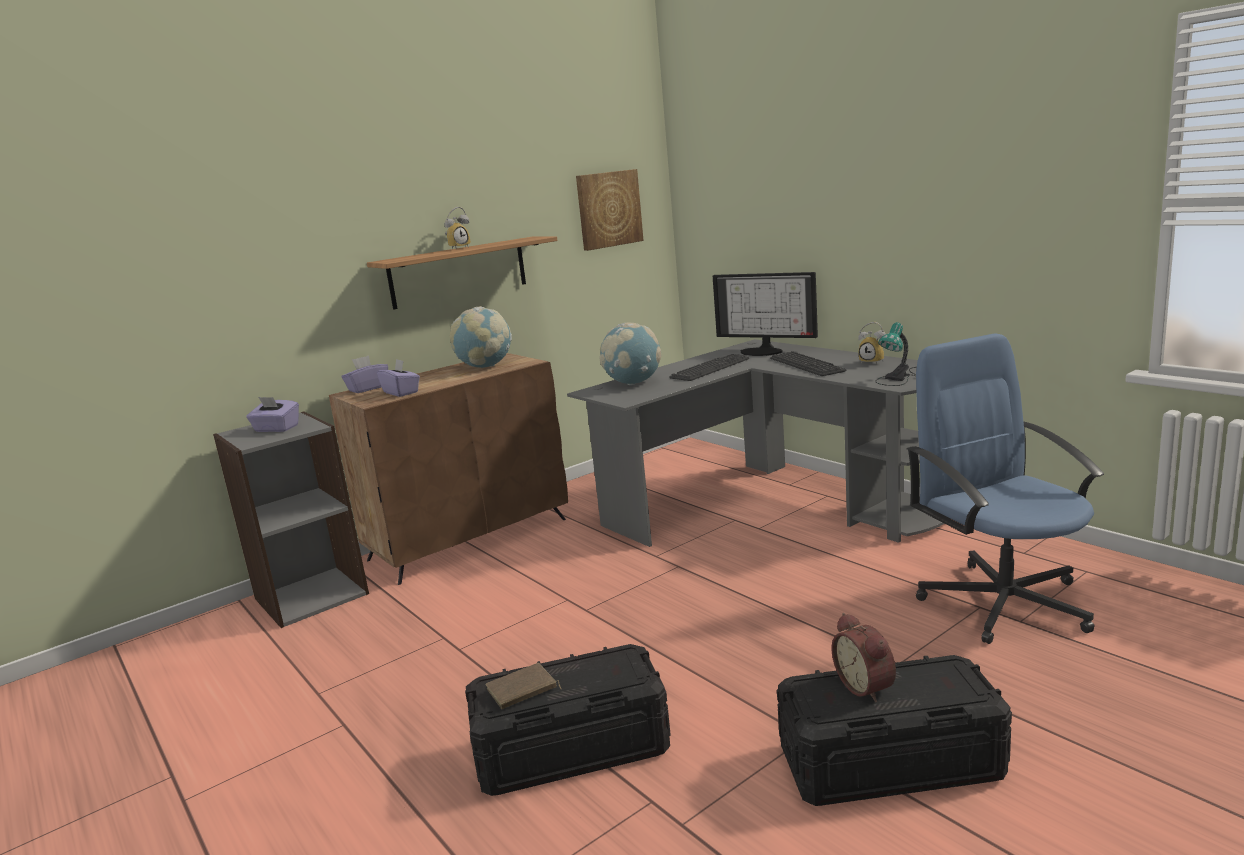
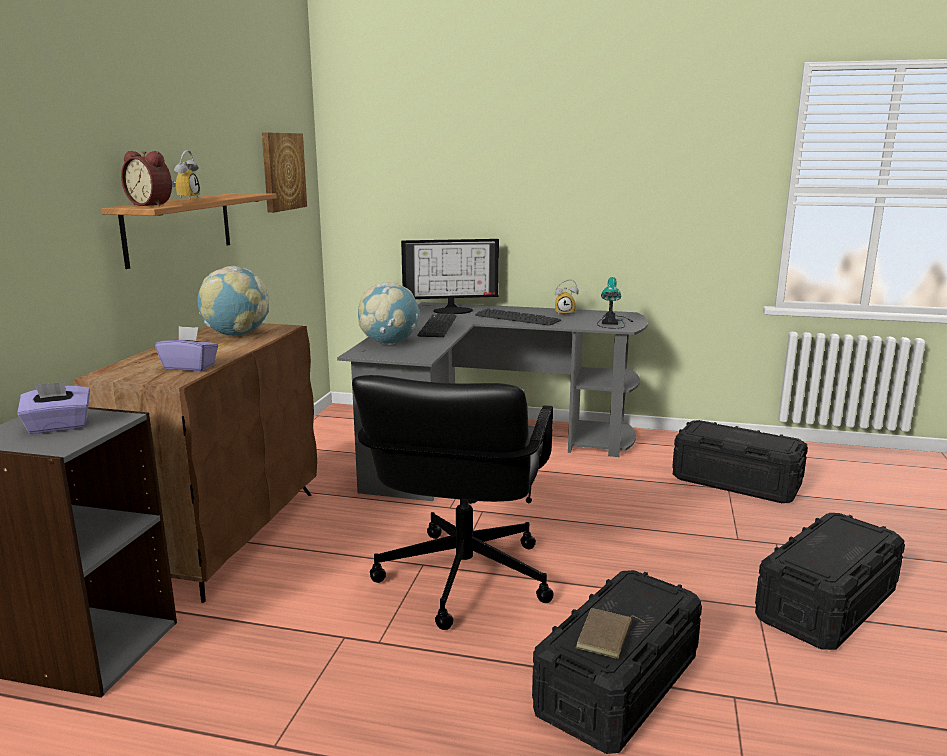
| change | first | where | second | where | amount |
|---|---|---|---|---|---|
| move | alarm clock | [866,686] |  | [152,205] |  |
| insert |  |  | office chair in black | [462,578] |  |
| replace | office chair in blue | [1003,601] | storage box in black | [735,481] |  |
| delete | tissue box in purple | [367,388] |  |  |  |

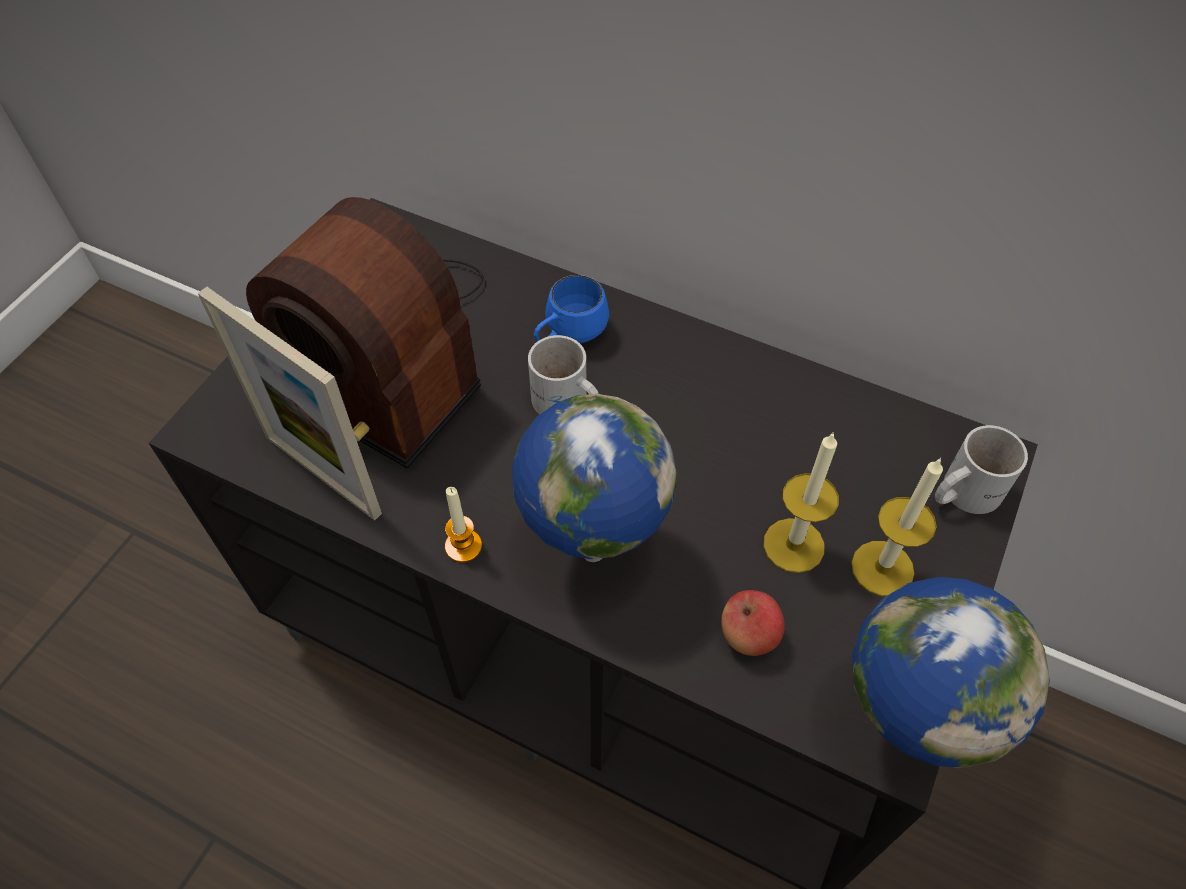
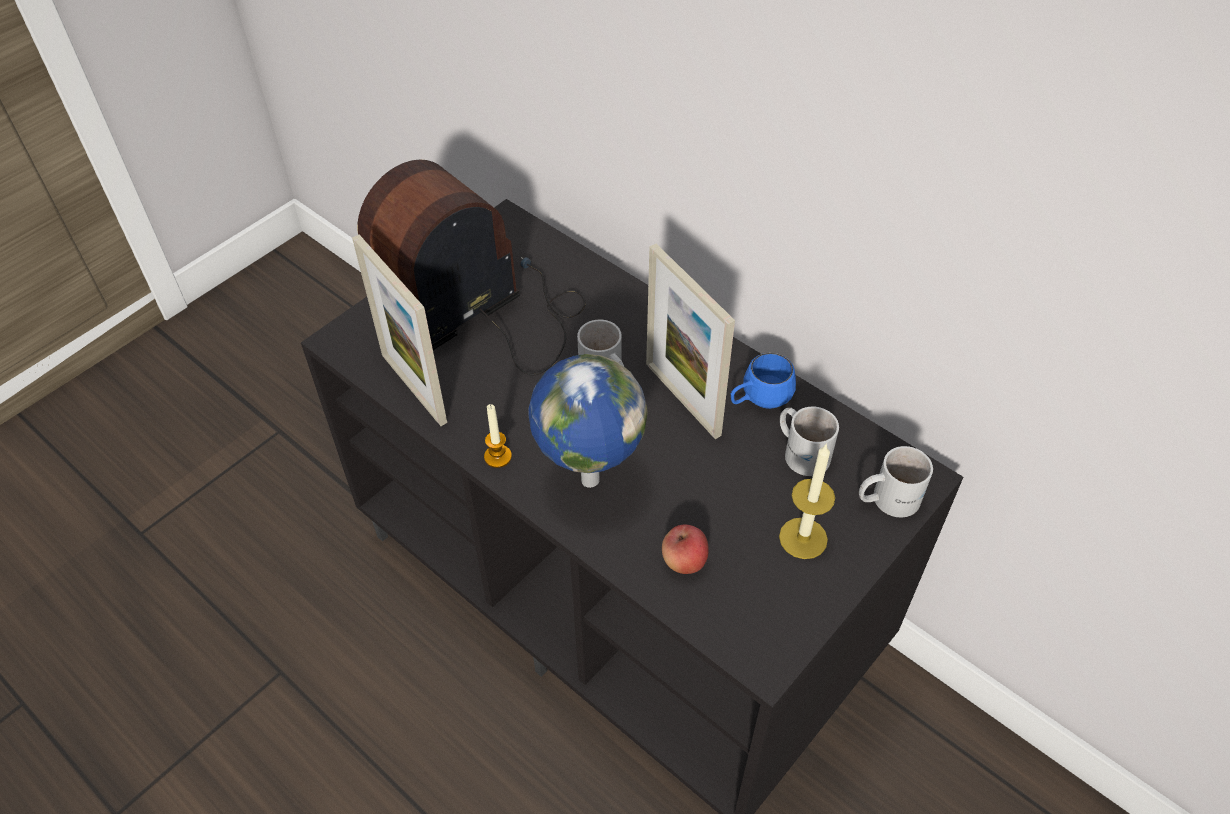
| change | first | where | second | where | amount |
|---|---|---|---|---|---|
| rotate | radio | [384,352] |  | [482,312] | 90 degrees clockwise |
| insert |  |  | picture frame | [682,399] |  |
| move | mug in blue | [568,335] |  | [759,400] |  |
| insert |  |  | mug in white | [802,450] |  |
| delete | candle | [793,545] |  |  |  |
| delete | globe | [901,725] |  |  |  |

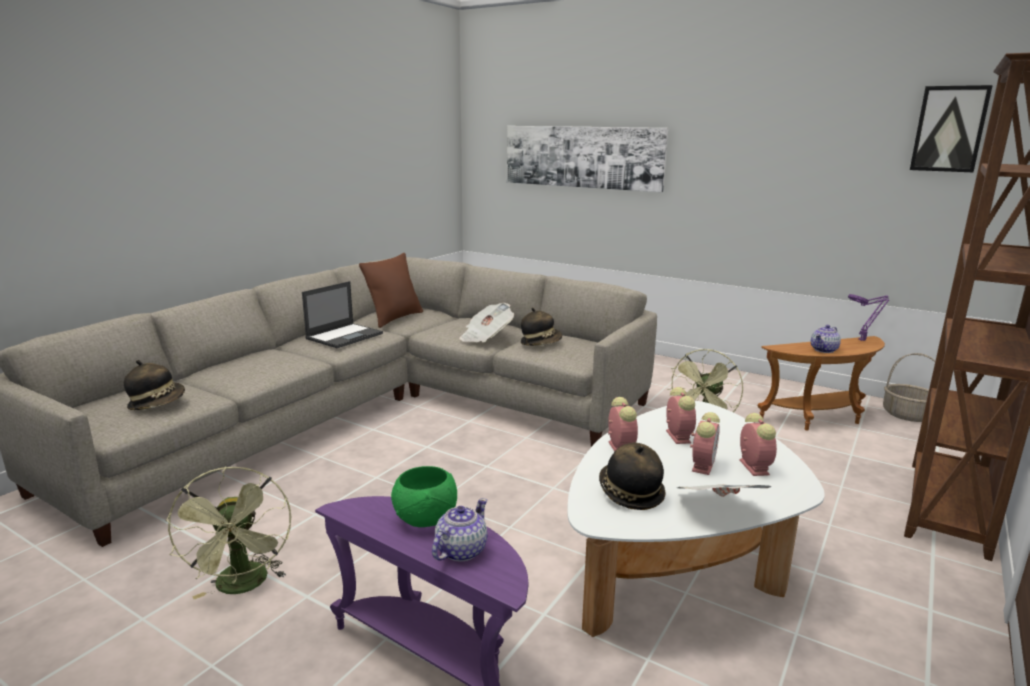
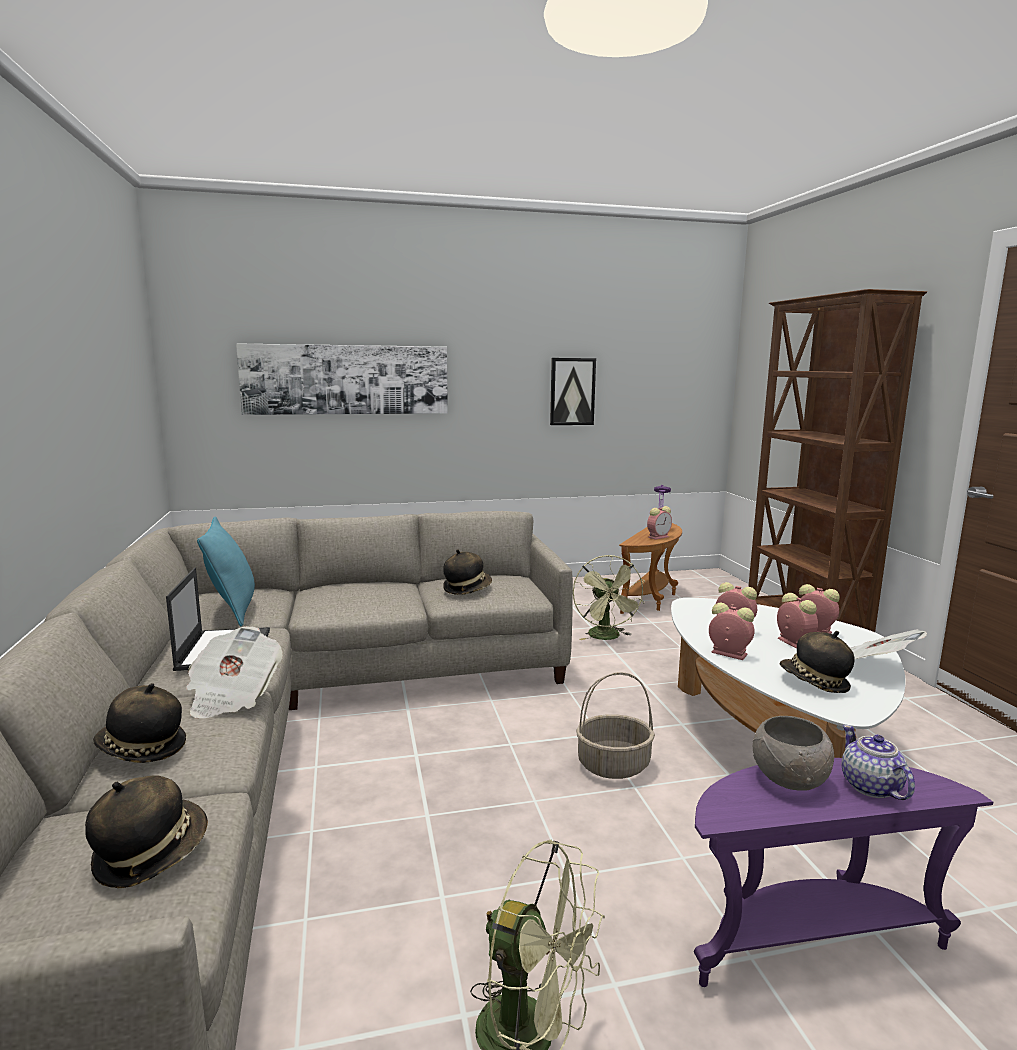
| change | first | where | second | where | amount |
|---|---|---|---|---|---|
| insert |  |  | hat | [141,750] |  |
| move | newspaper | [486,337] |  | [233,695] |  |
| recolor | pillow in brown | [394,318] | pillow in turquoise | [233,610] |  |
| move | picture | [949,129] |  | [572,391] |  |
| move | basket | [907,415] |  | [613,766] |  |
| replace | teapot | [824,350] | alarm clock | [658,537] |  |
| recolor | bowl in green | [426,518] | bowl in grey | [789,779] |  |

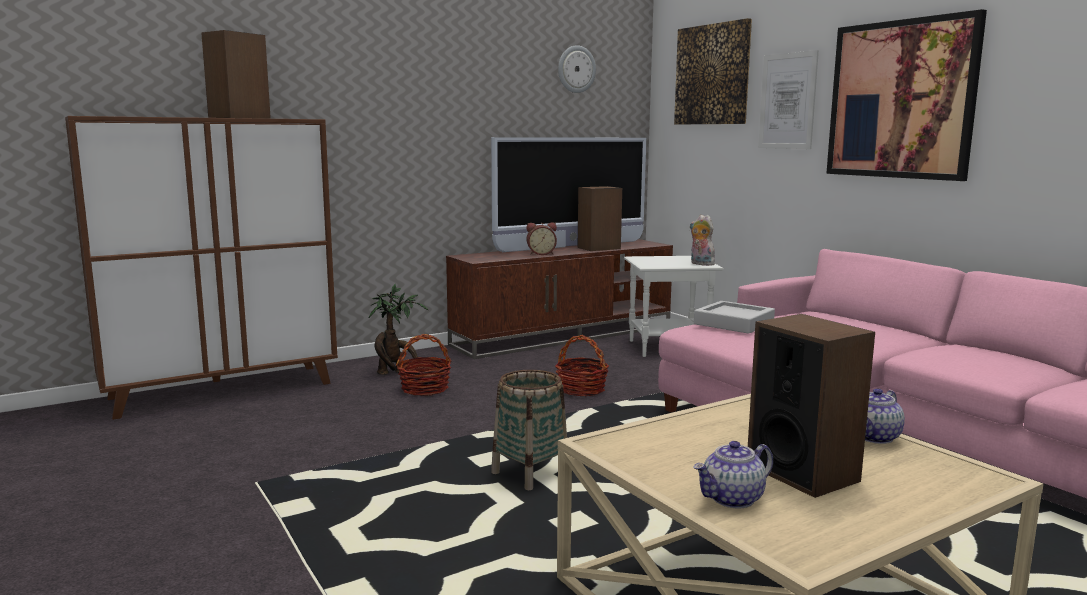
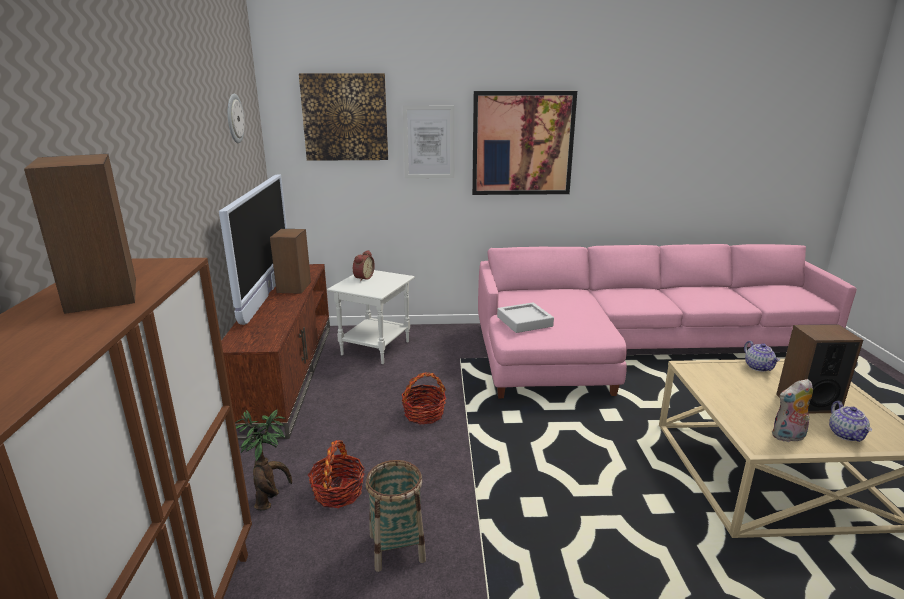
| change | first | where | second | where | amount |
|---|---|---|---|---|---|
| move | alarm clock | [541,254] |  | [362,278] |  |
| move | basket | [530,474] |  | [397,547] |  |
| move | plush toy | [700,264] |  | [788,437] |  |

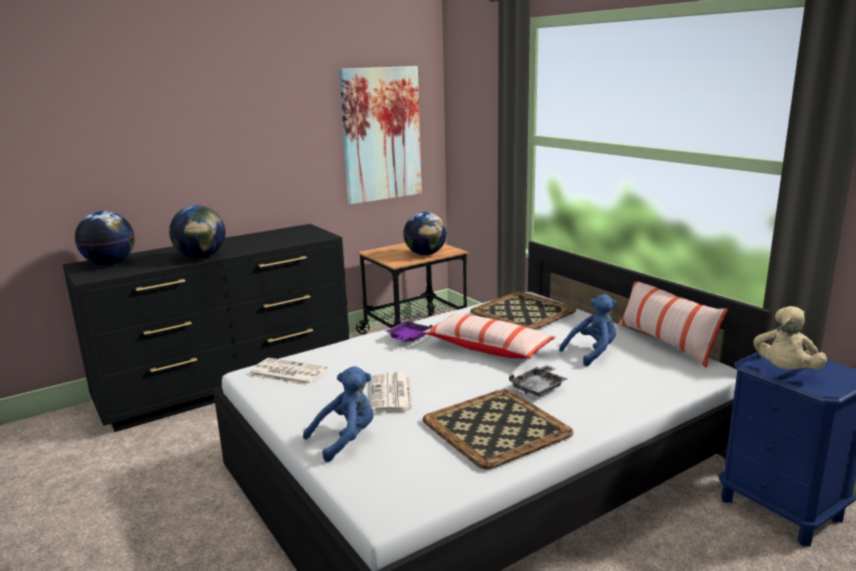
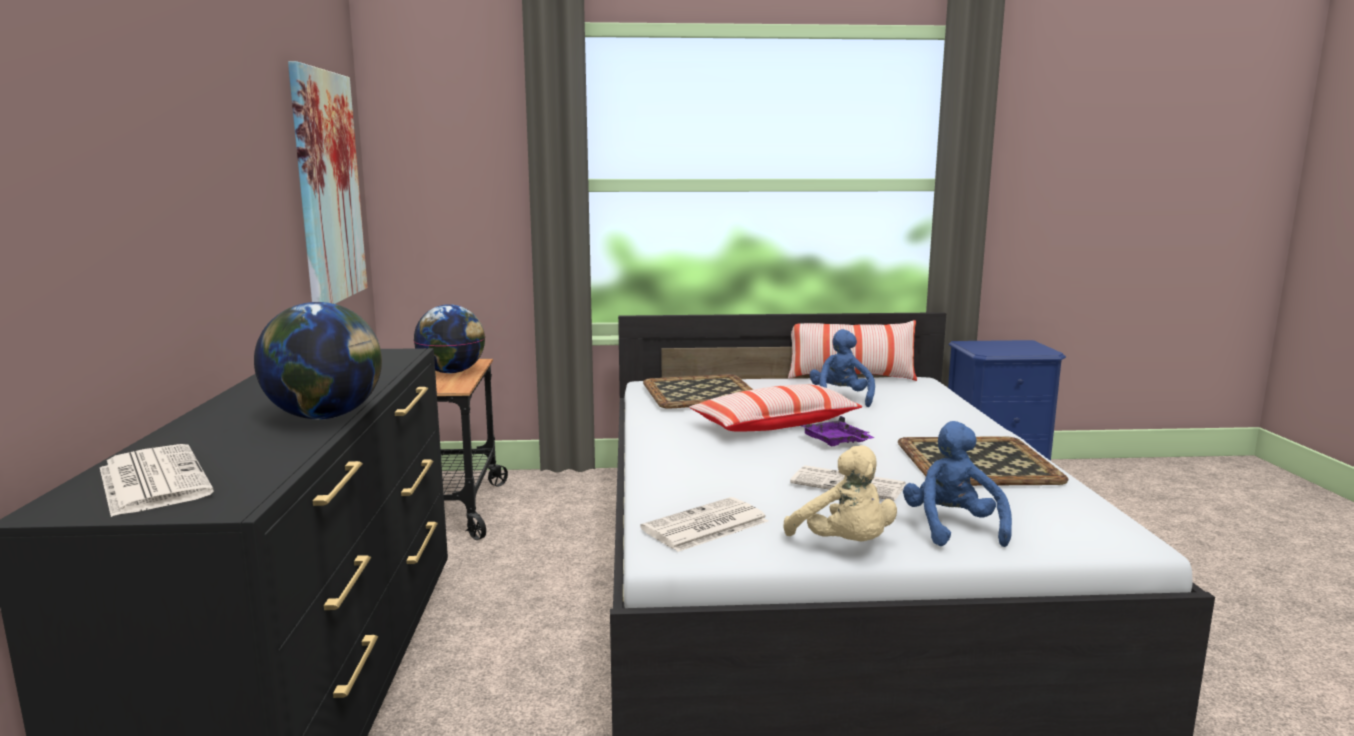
| change | first | where | second | where | amount |
|---|---|---|---|---|---|
| replace | globe | [110,264] | newspaper | [152,481] |  |
| move | plush toy in beige | [785,372] |  | [844,545] |  |
| move | tray in purple | [408,338] |  | [836,442] |  |
| delete | tray in grey | [539,388] |  |  |  |

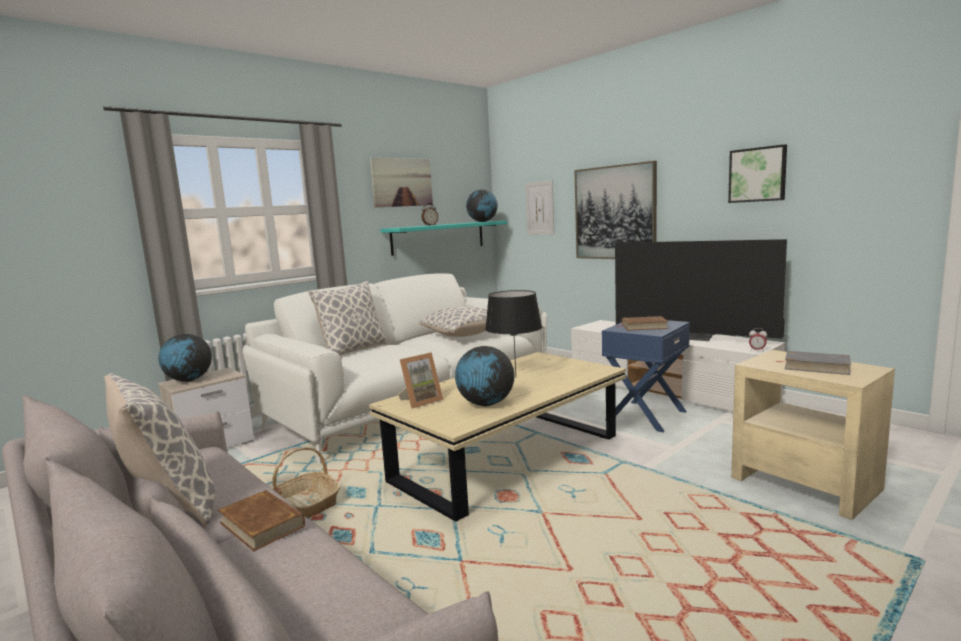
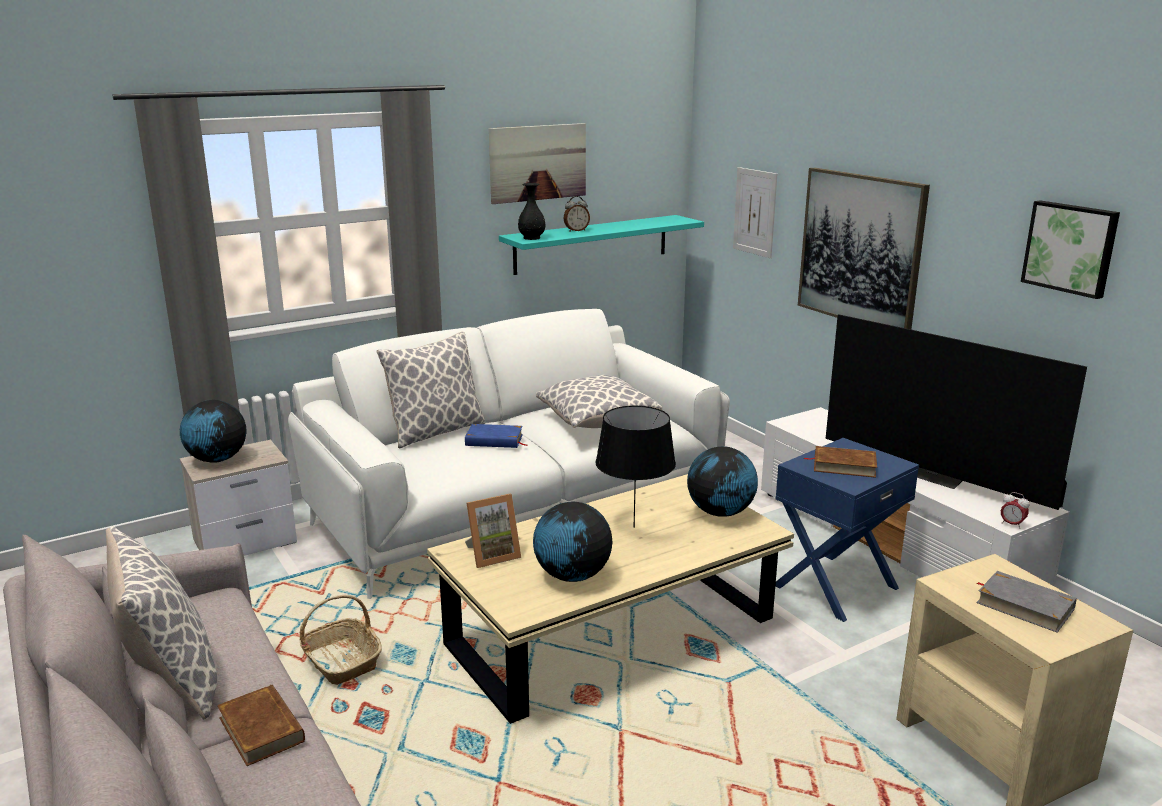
| change | first | where | second | where | amount |
|---|---|---|---|---|---|
| insert |  |  | book in blue | [494,440] |  |
| insert |  |  | vase in black | [532,238] |  |
| move | globe | [482,221] |  | [720,513] |  |

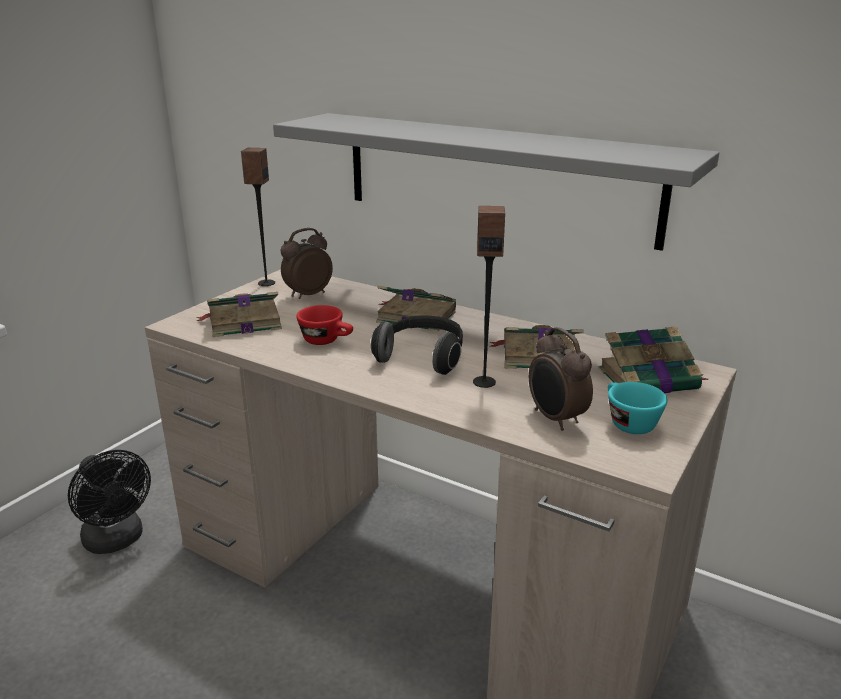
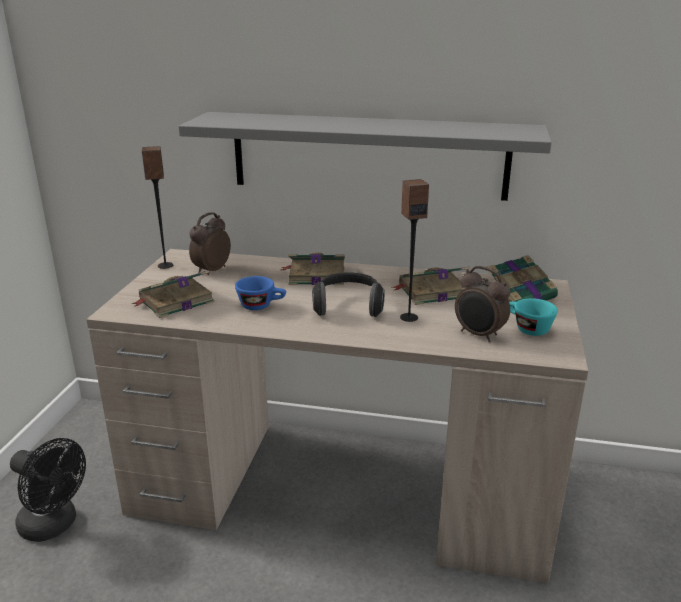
| change | first | where | second | where | amount |
|---|---|---|---|---|---|
| recolor | cup in red | [327,341] | cup in blue | [261,306] |  |

